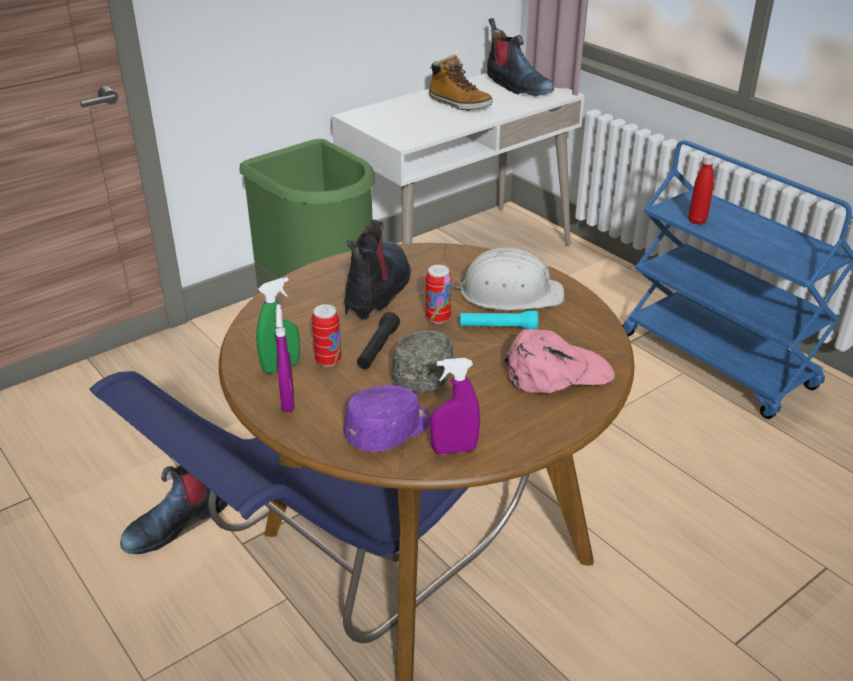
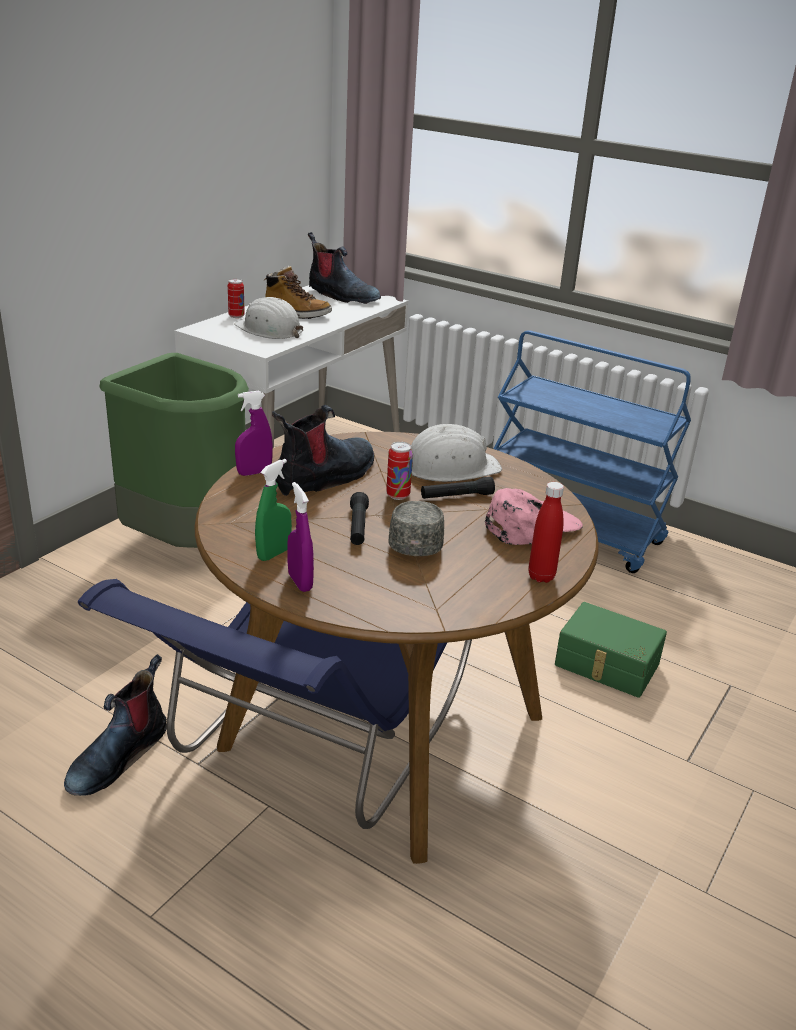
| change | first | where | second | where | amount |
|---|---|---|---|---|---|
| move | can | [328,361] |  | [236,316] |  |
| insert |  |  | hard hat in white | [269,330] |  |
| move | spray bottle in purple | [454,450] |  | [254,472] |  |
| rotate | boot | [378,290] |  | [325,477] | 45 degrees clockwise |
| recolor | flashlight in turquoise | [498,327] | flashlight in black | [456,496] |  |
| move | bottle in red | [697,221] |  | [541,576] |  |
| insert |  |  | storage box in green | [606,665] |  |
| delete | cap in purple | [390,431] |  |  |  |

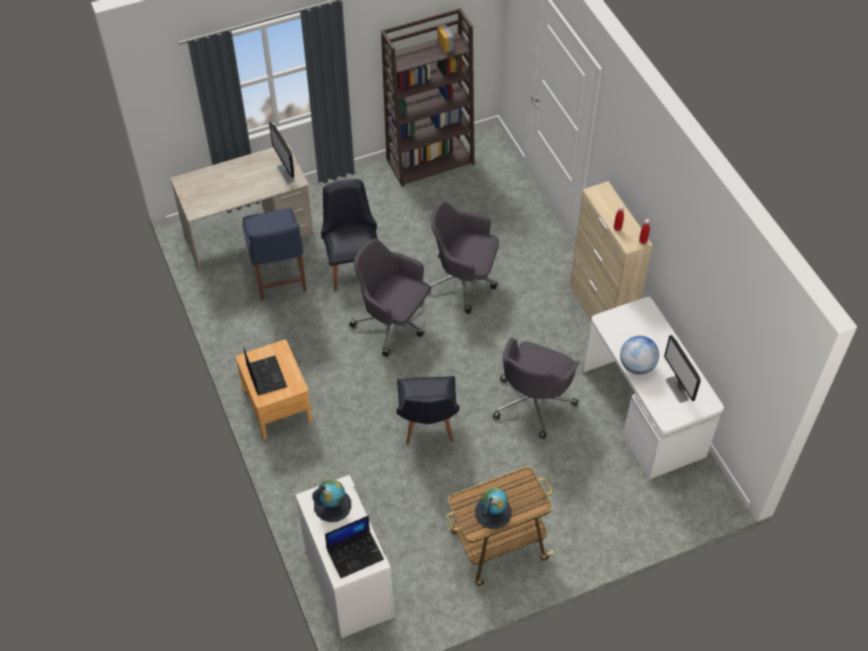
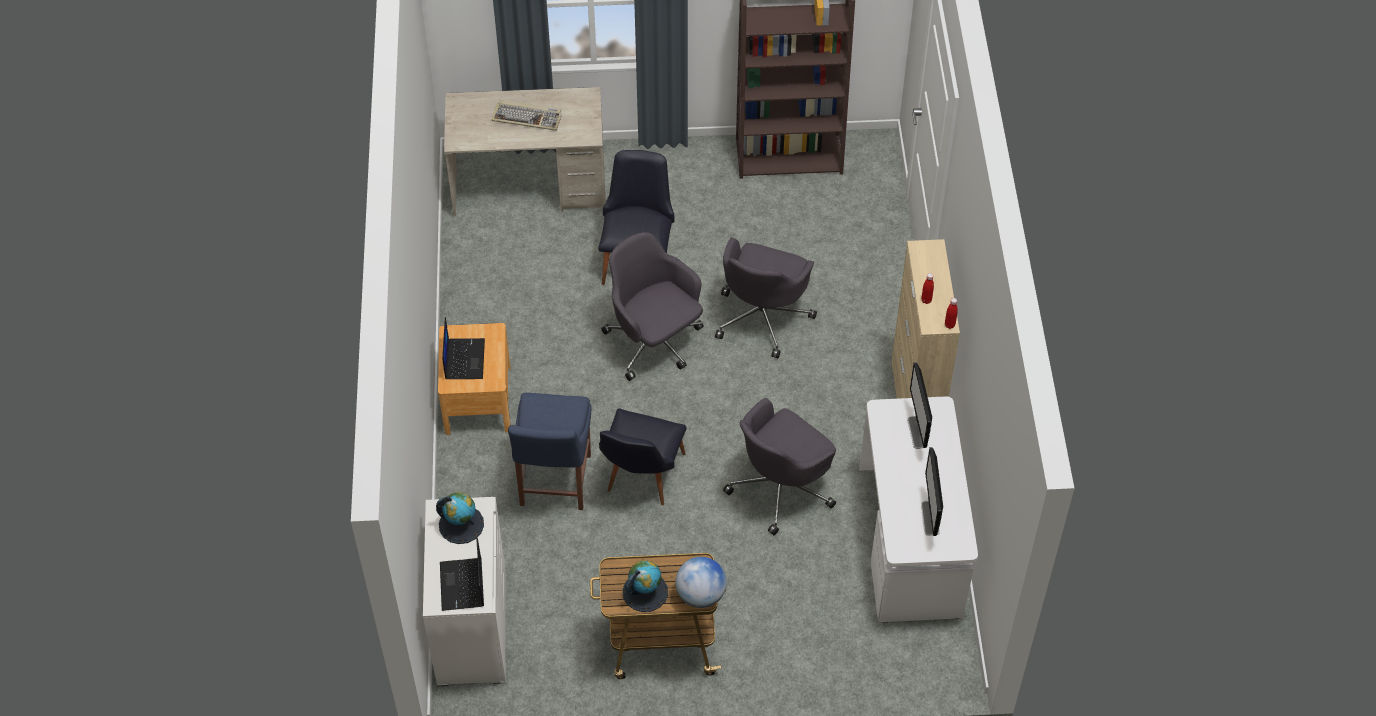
| change | first | where | second | where | amount |
|---|---|---|---|---|---|
| rotate | laptop | [355,553] |  | [463,585] | 90 degrees clockwise |
| insert |  |  | keyboard | [528,117] |  |
| move | chair in blue | [279,280] |  | [554,483] |  |
| move | globe | [637,366] |  | [700,595] |  |
| rotate | office chair in grey | [463,281] |  | [763,317] | 105 degrees counterclockwise |
| move | monitor | [286,173] |  | [917,432] |  |

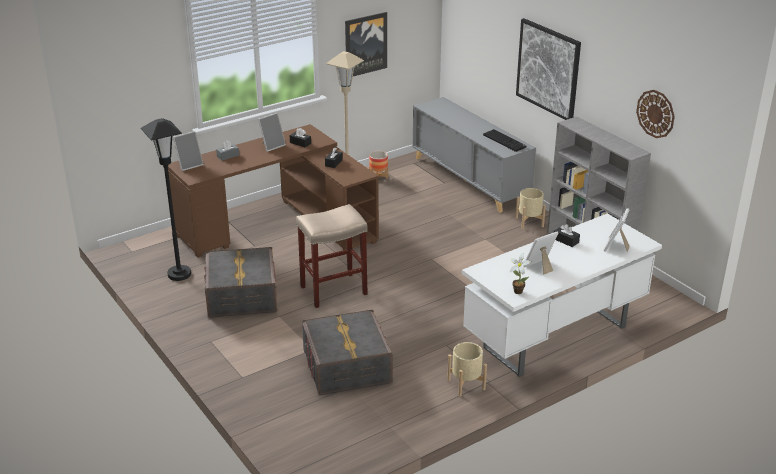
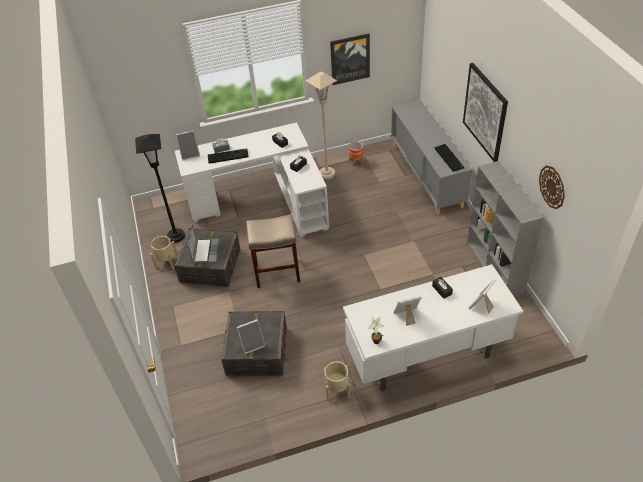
| change | first | where | second | where | amount |
|---|---|---|---|---|---|
| move | planter in beige | [529,222] |  | [166,261] |  |
| recolor | desk in brown | [281,226] | desk in white | [264,200] |  |
| insert |  |  | laptop | [205,251] |  |
| insert |  |  | keyboard | [228,156] |  |
| move | picture frame | [272,146] |  | [252,344] |  |

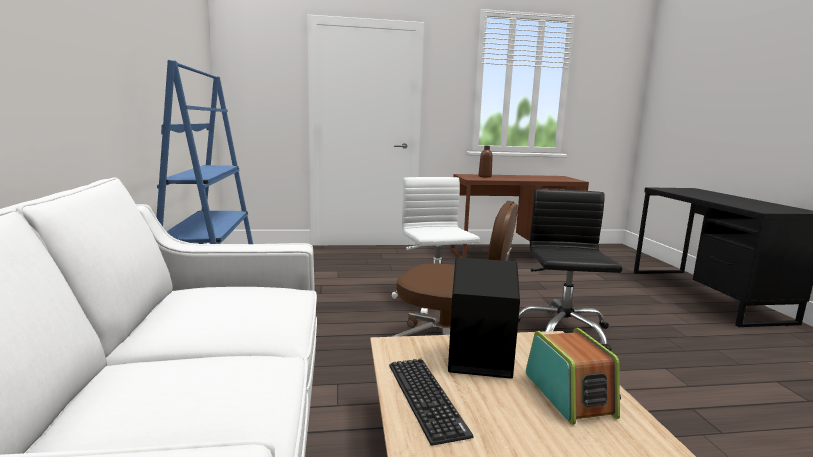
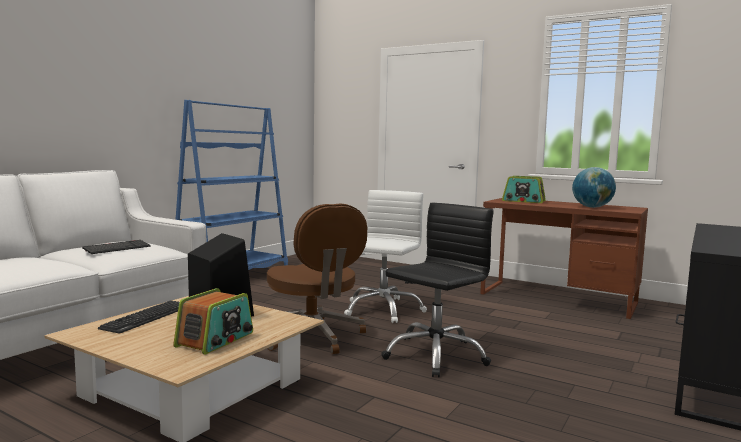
| change | first | where | second | where | amount |
|---|---|---|---|---|---|
| insert |  |  | keyboard | [117,248] |  |
| replace | bottle in brown | [485,176] | radio | [523,201] |  |
| insert |  |  | globe | [592,207] |  |

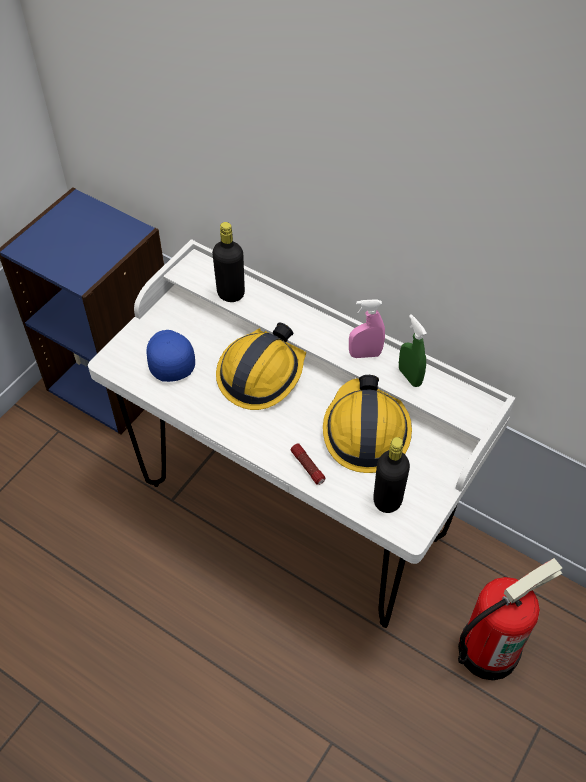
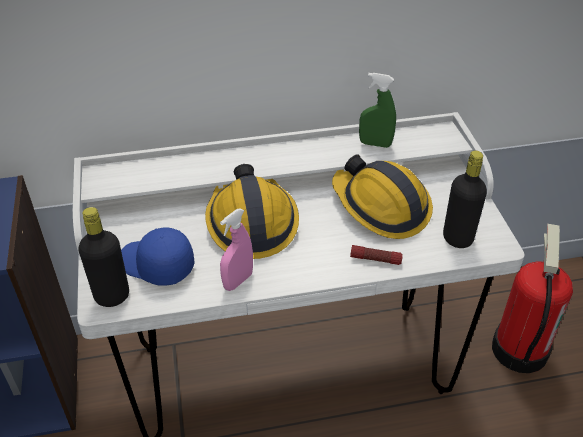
| change | first | where | second | where | amount |
|---|---|---|---|---|---|
| move | bottle in black | [231,294] |  | [112,296] |  |
| move | spray bottle in pink | [365,354] |  | [238,281] |  |

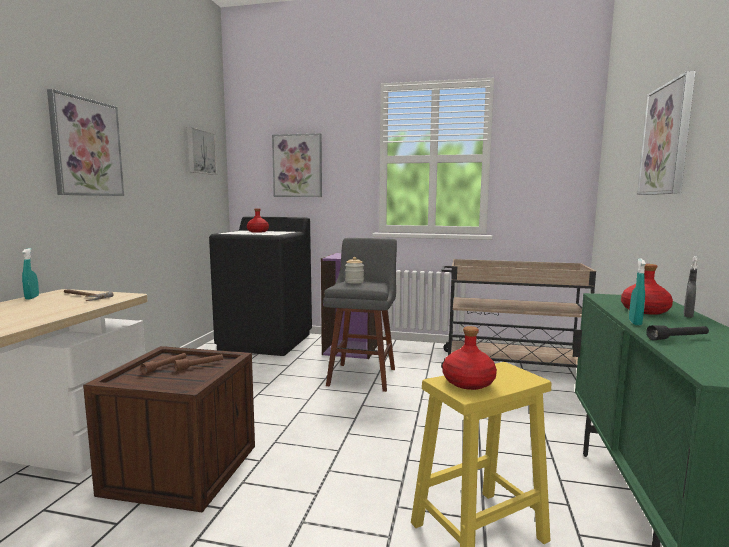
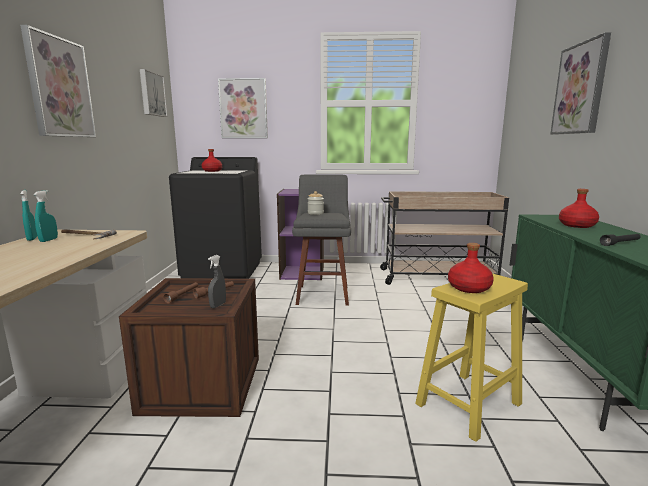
| change | first | where | second | where | amount |
|---|---|---|---|---|---|
| move | spray bottle in turquoise | [635,322] |  | [48,240] |  |
| move | spray bottle in grey | [688,316] |  | [218,305] |  |

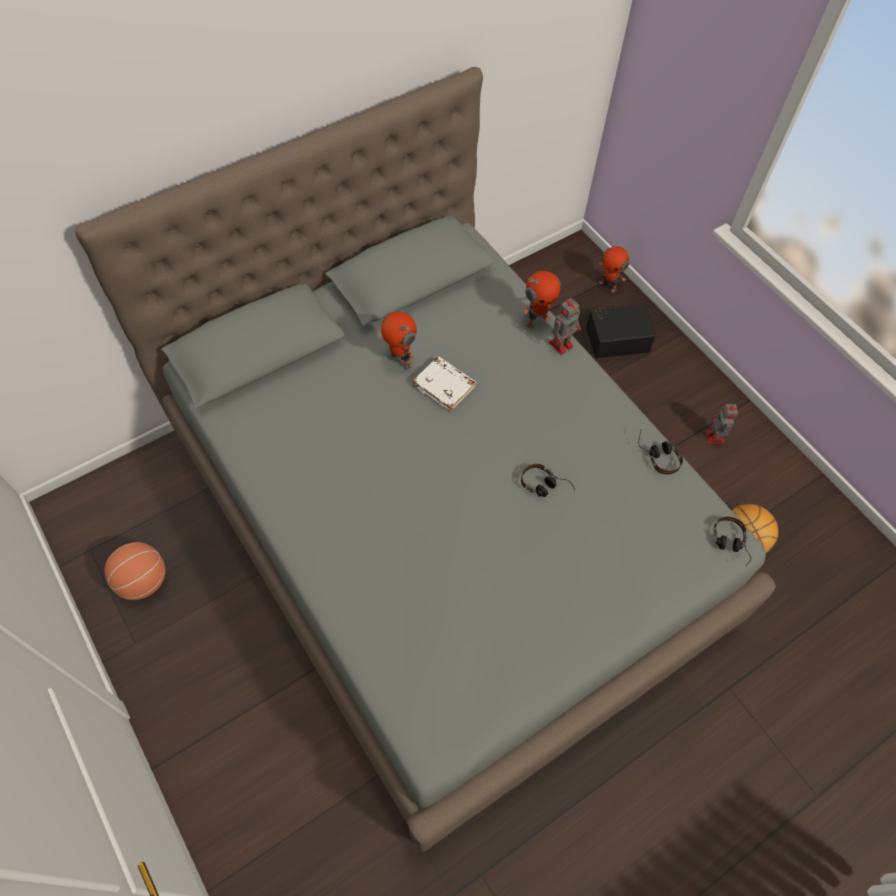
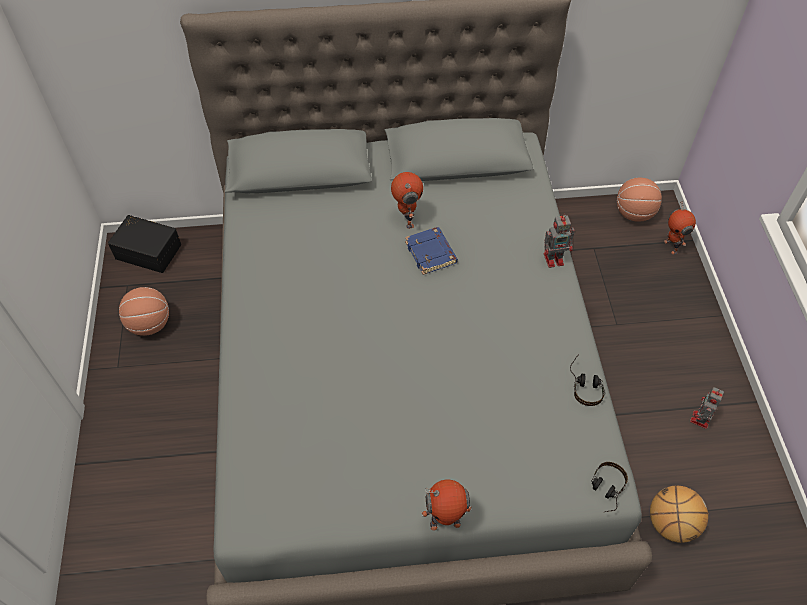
| change | first | where | second | where | amount |
|---|---|---|---|---|---|
| move | storage box in black | [617,337] |  | [149,250] |  |
| recolor | book in white | [445,386] | book in blue | [431,253] |  |
| move | toy robot | [537,320] |  | [445,522] |  |
| insert |  |  | basketball | [634,213] |  |
| delete | headphones | [546,487] |  |  |  |

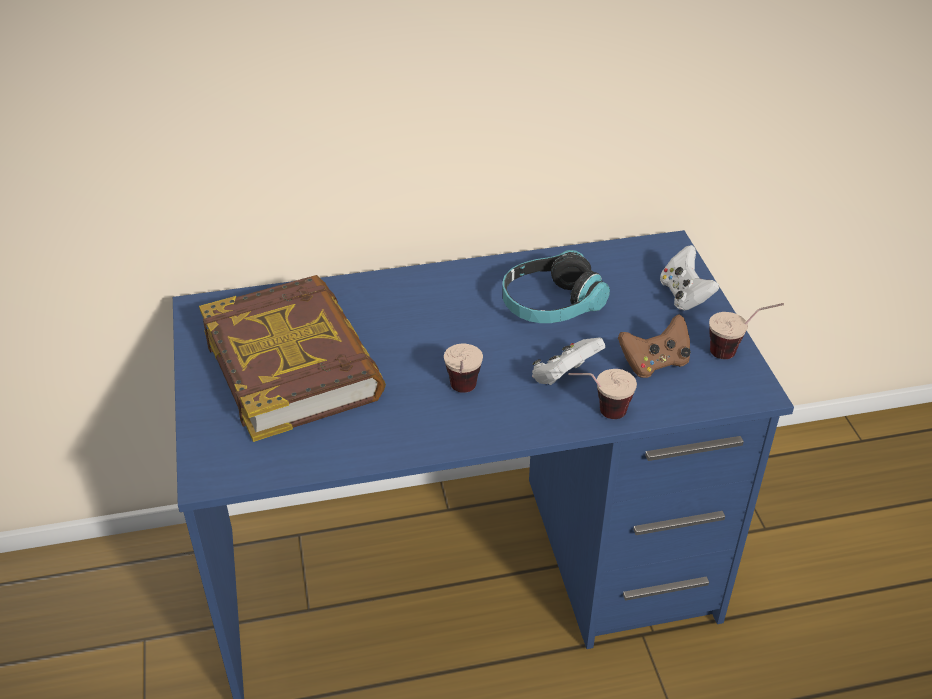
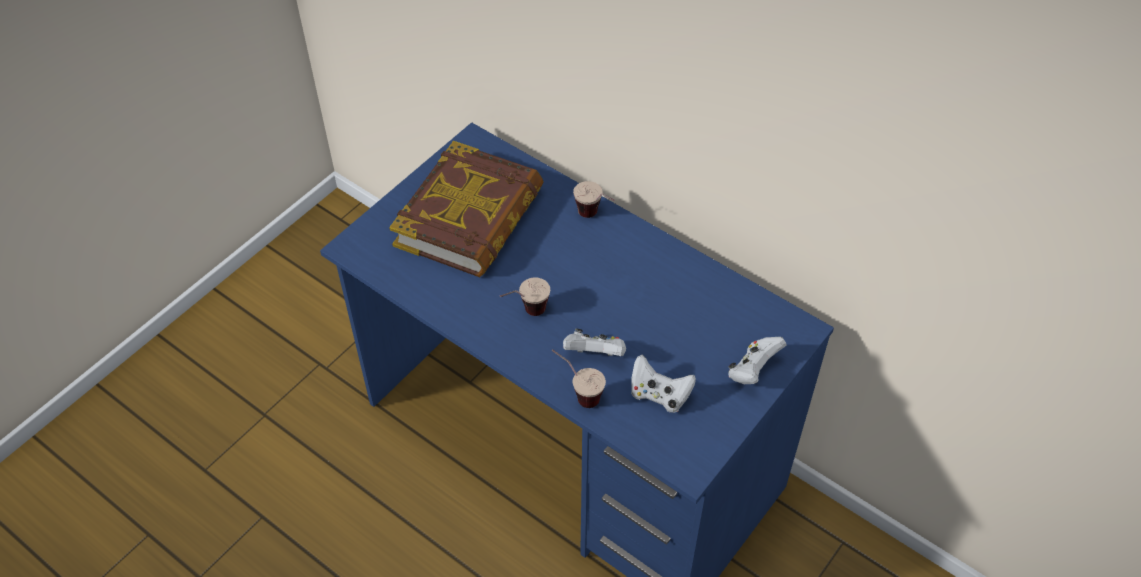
| change | first | where | second | where | amount |
|---|---|---|---|---|---|
| move | cup | [737,351] |  | [595,217] |  |
| recolor | game controller in brown | [654,363] | game controller in white | [659,395] |  |
| delete | headphones | [551,304] |  |  |  |

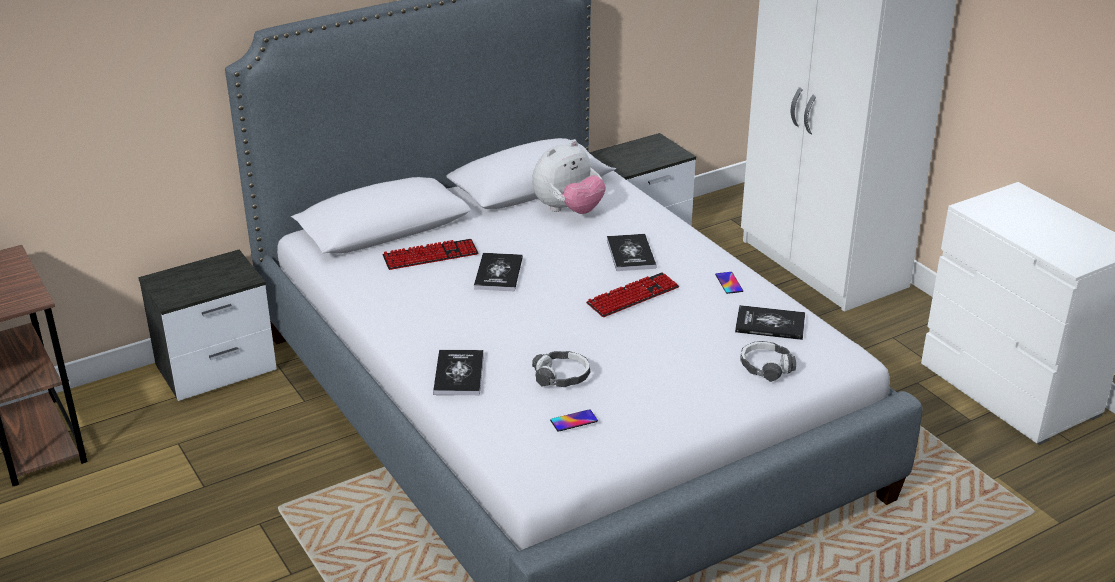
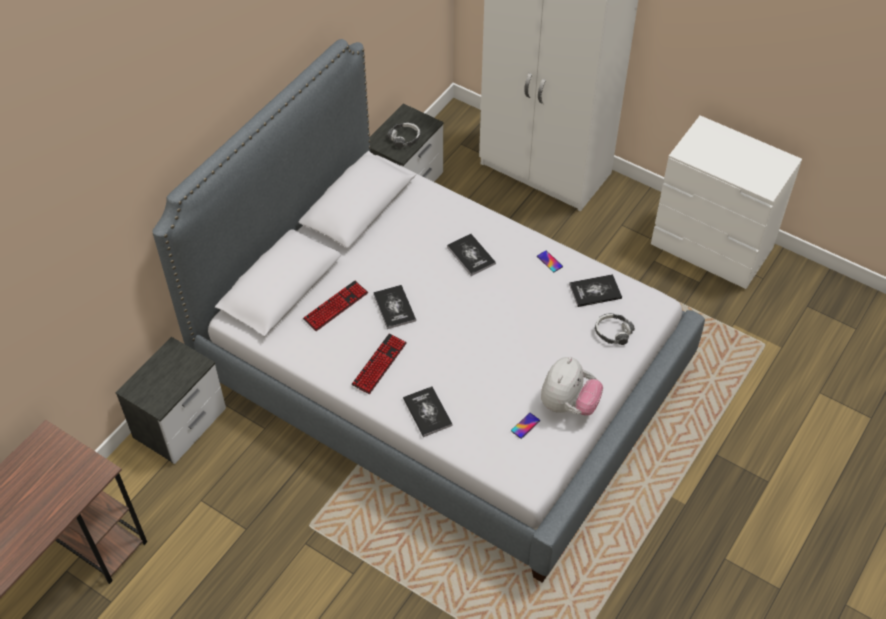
| change | first | where | second | where | amount |
|---|---|---|---|---|---|
| move | keyboard | [633,296] |  | [379,364] |  |
| move | headphones | [561,376] |  | [404,138] |  |
| move | plush toy | [568,210] |  | [568,404] |  |

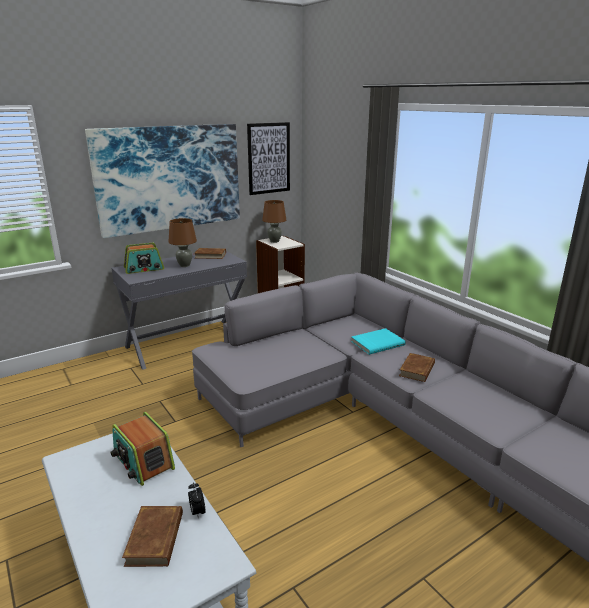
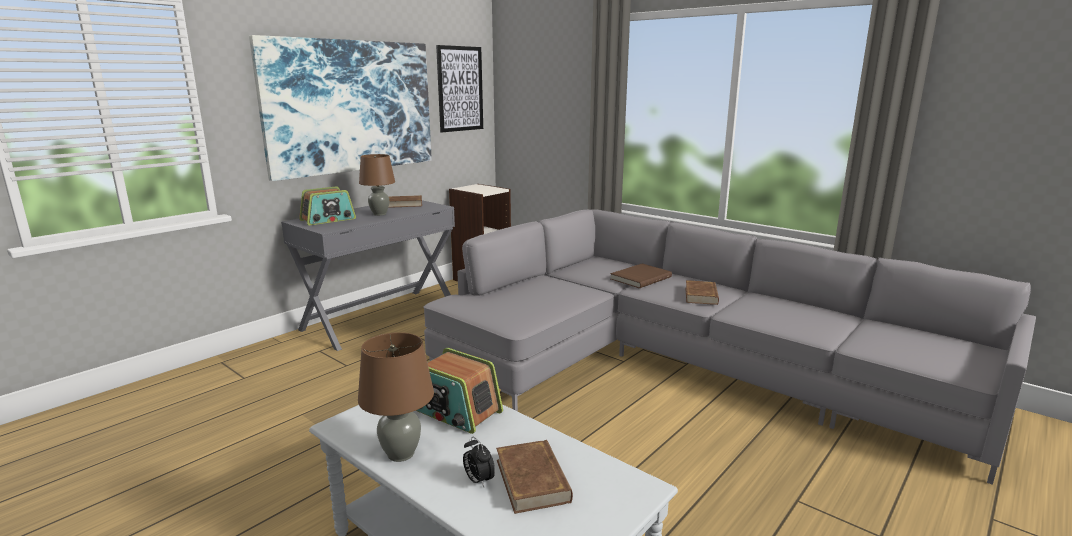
| change | first | where | second | where | amount |
|---|---|---|---|---|---|
| move | table lamp in brown | [274,241] |  | [400,453] |  |
| move | alarm clock | [197,512] |  | [478,480] |  |
| recolor | book in turquoise | [377,343] | book in brown | [640,278] |  |

